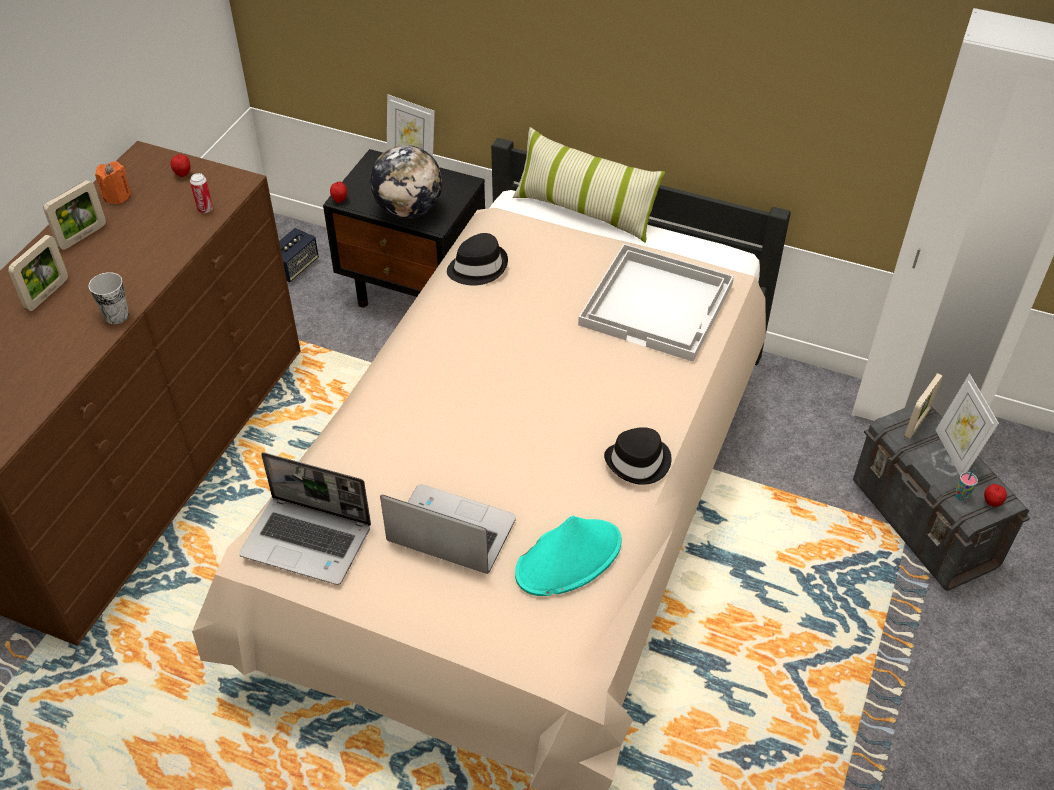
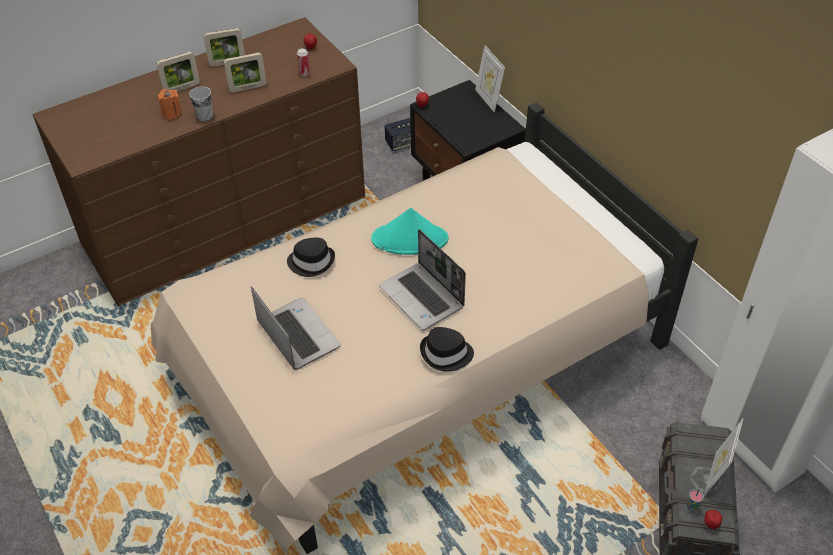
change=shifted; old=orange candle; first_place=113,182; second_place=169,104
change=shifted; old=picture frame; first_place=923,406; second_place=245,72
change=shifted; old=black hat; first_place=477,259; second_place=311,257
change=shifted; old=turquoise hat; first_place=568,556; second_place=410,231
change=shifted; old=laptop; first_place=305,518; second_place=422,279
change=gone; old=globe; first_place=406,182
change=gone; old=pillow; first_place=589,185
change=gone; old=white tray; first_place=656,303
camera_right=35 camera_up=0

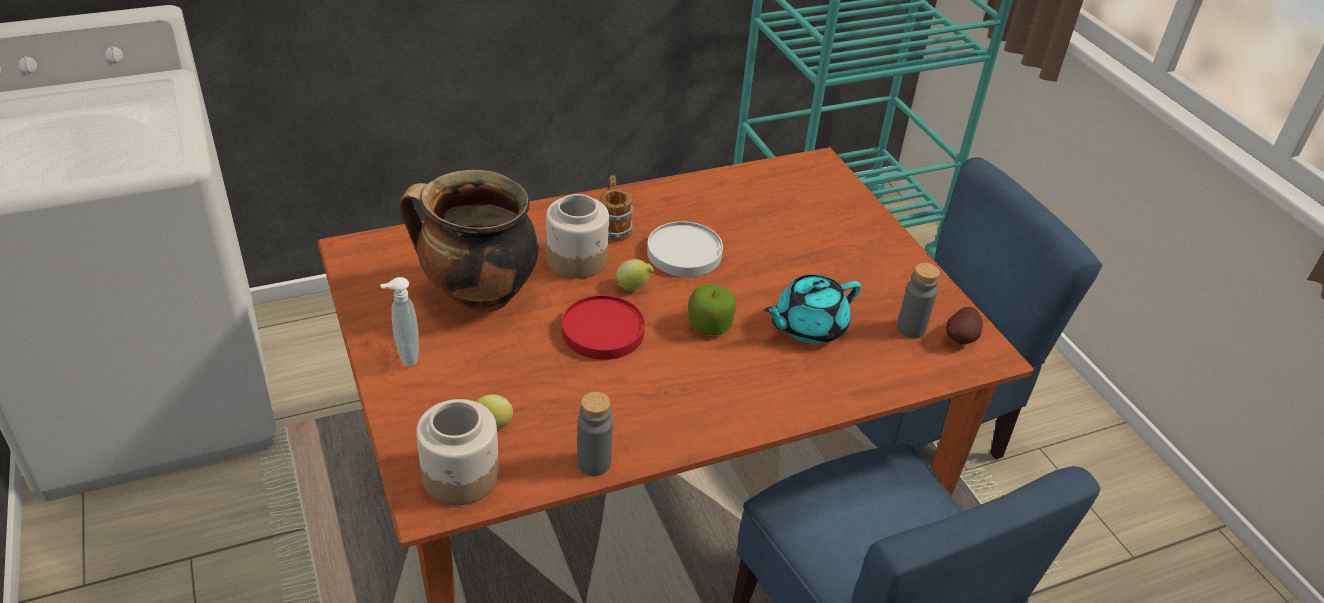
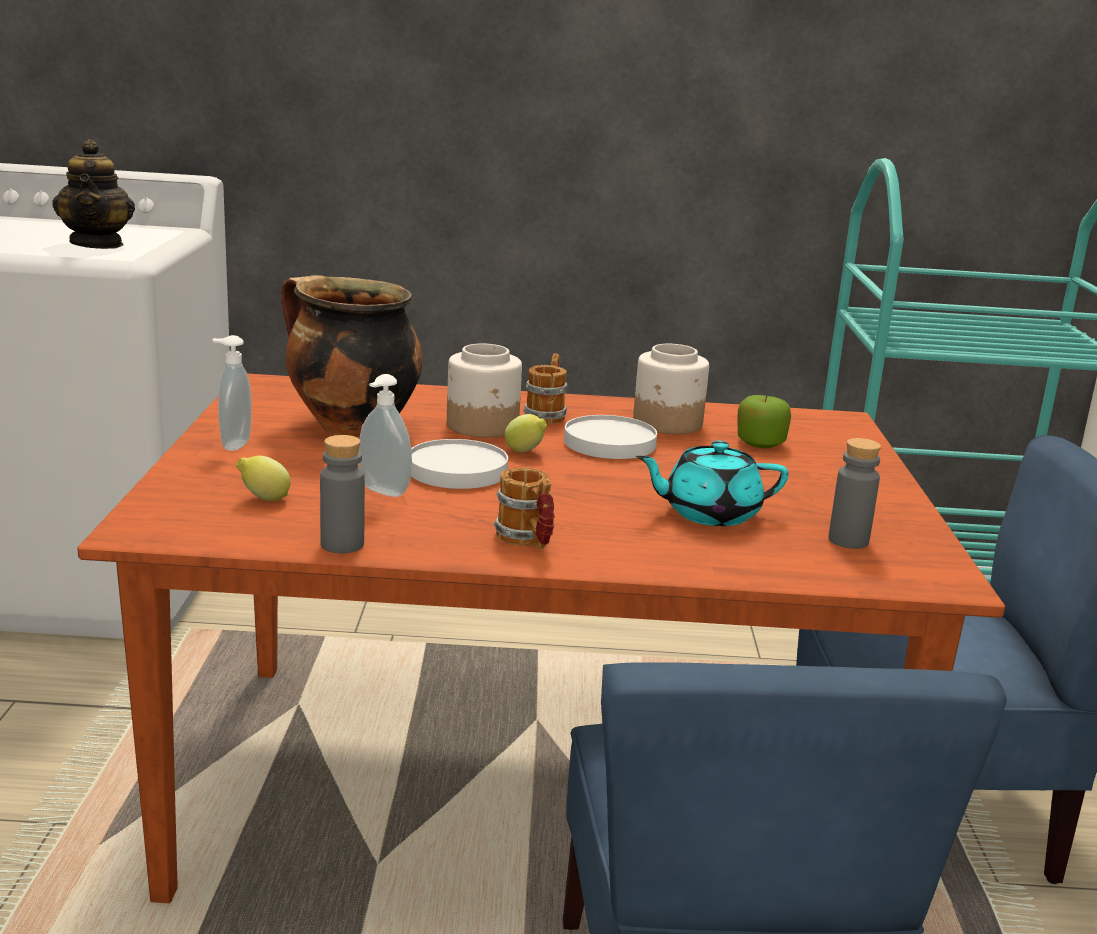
change=new; new=teapot; second_place=93,194
change=new; new=soap dispenser; second_place=385,435
change=repainted; old=red plate; new=white plate; first_place=603,327; second_place=459,464
change=new; new=mug; second_place=524,508
change=shifted; old=jar; first_place=457,452; second_place=671,389
change=shifted; old=apple; first_place=712,309; second_place=764,422
change=gone; old=potato; first_place=964,325
camera_right=25 camera_up=-20

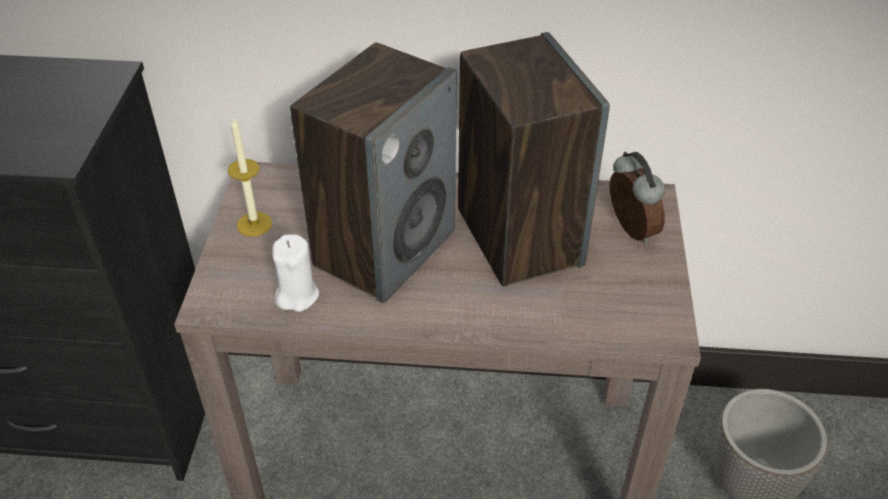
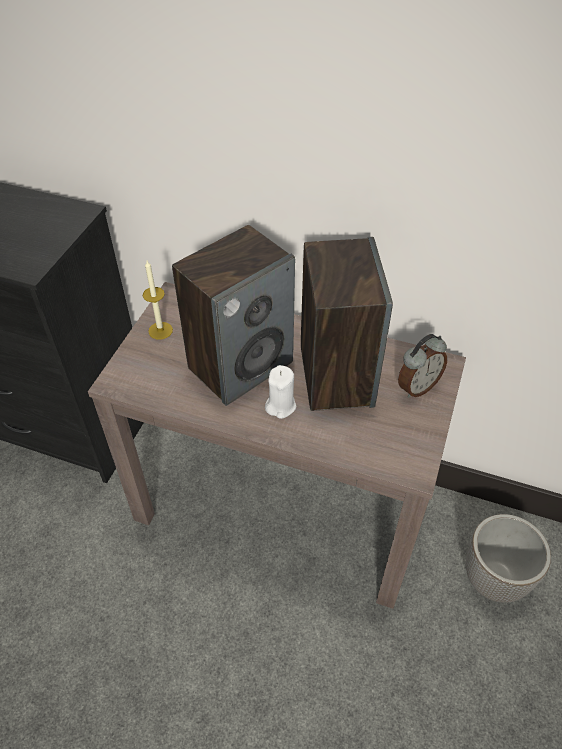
change=shifted; old=white candle; first_place=296,273; second_place=280,392
change=rotated; old=alarm clock; first_place=637,198; second_place=422,366; degrees=60
camera_right=15 camera_up=5

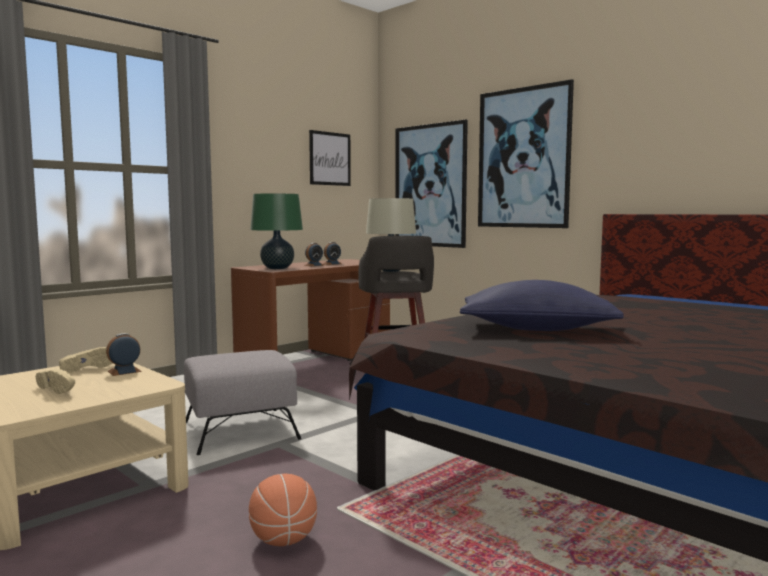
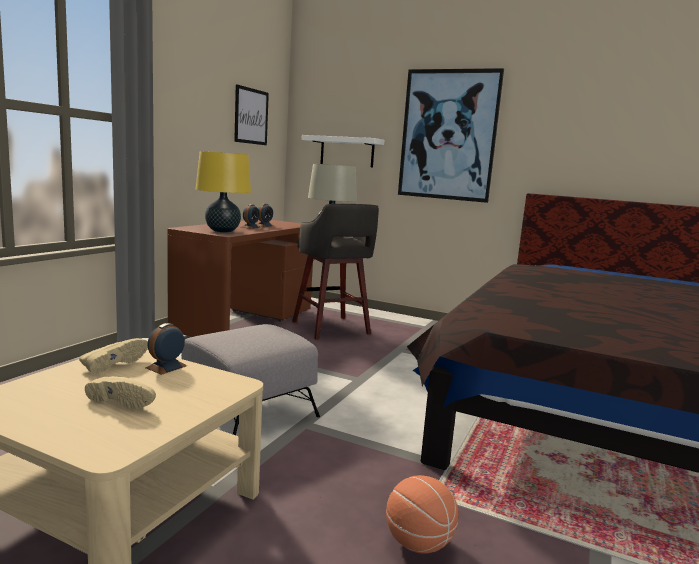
change=repainted; old=green table lamp; new=yellow table lamp; first_place=276,231; second_place=223,192
change=swapped; old=picture; new=white shelf; first_place=431,183; second_place=342,151
change=gone; old=blue pillow; first_place=542,305
camera_right=-20 camera_up=5

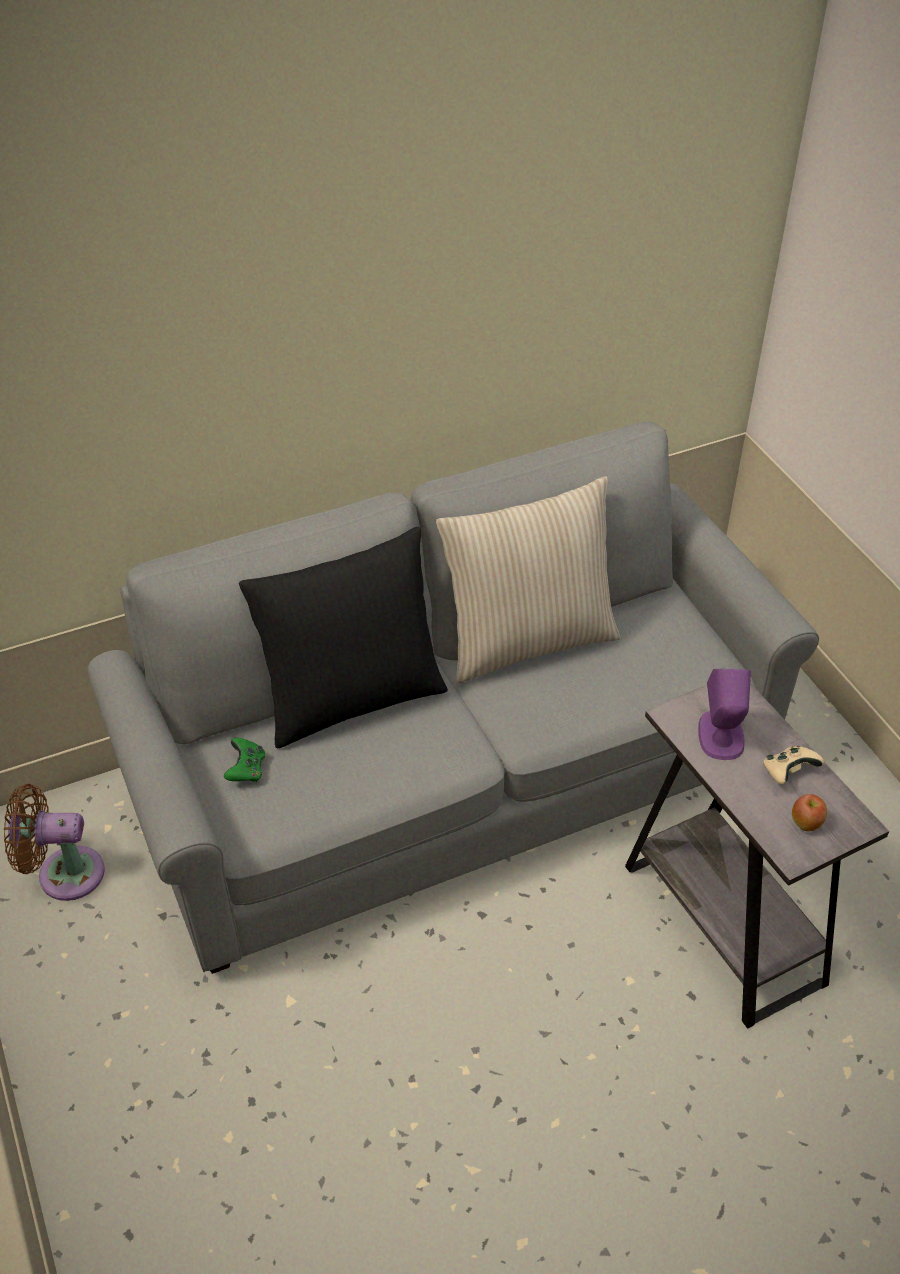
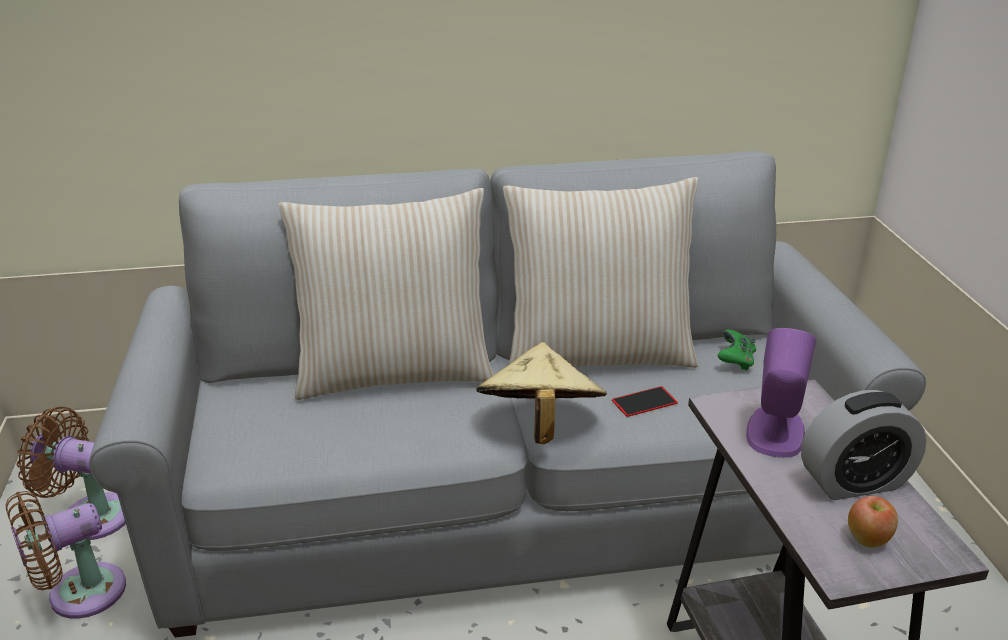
change=new; new=brown fan; second_place=66,555
change=repainted; old=black pillow; new=beige pillow; first_place=343,638; second_place=386,294
change=new; new=beige hat; second_place=541,393
change=new; new=phone; second_place=645,401
change=shifted; old=green game controller; first_place=244,760; second_place=737,350
change=swapped; old=beige game controller; new=alarm clock; first_place=793,765; second_place=864,445
camera_right=15 camera_up=-15

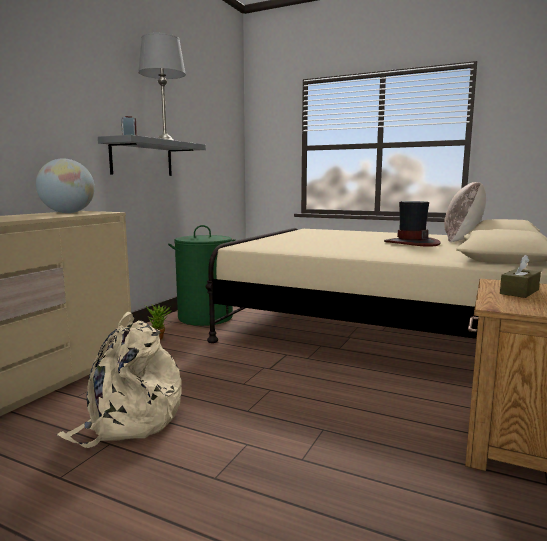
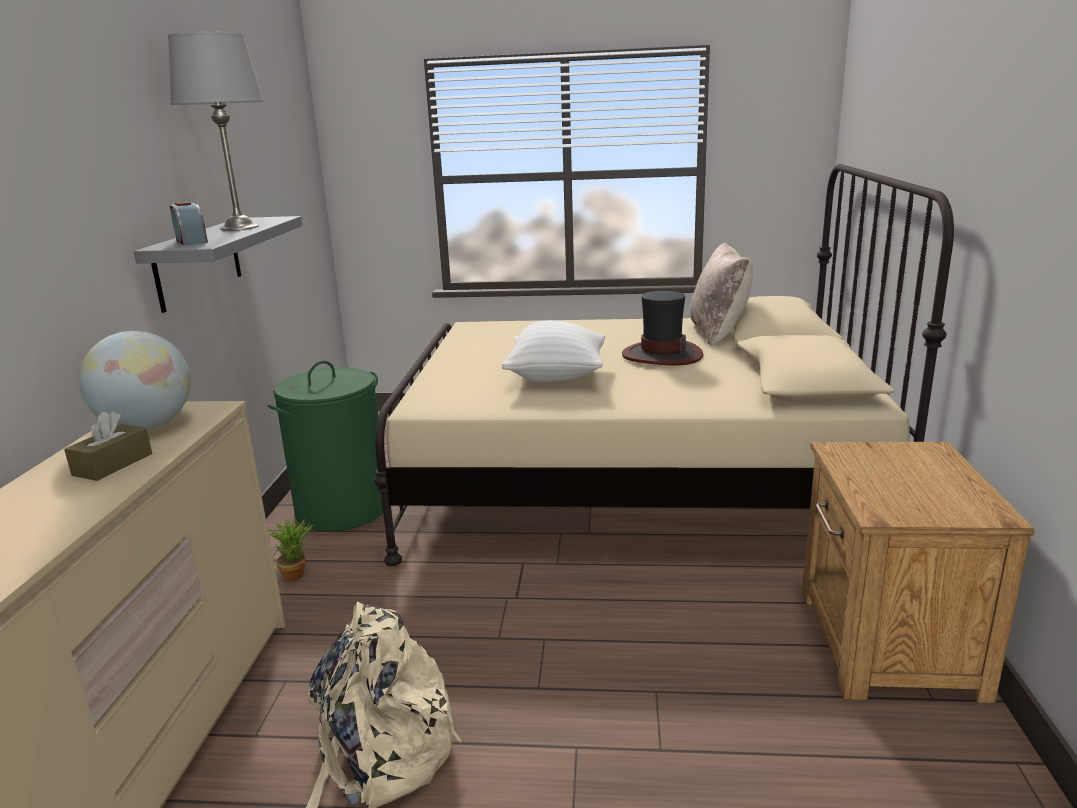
change=shifted; old=brown tissue box; first_place=520,276; second_place=108,446
change=new; new=white pillow; second_place=553,351
camera_right=-20 camera_up=10

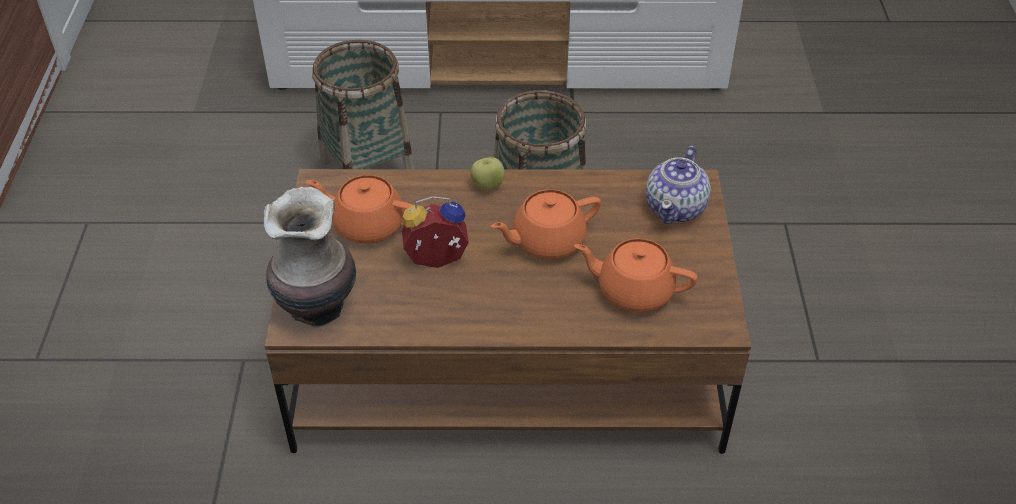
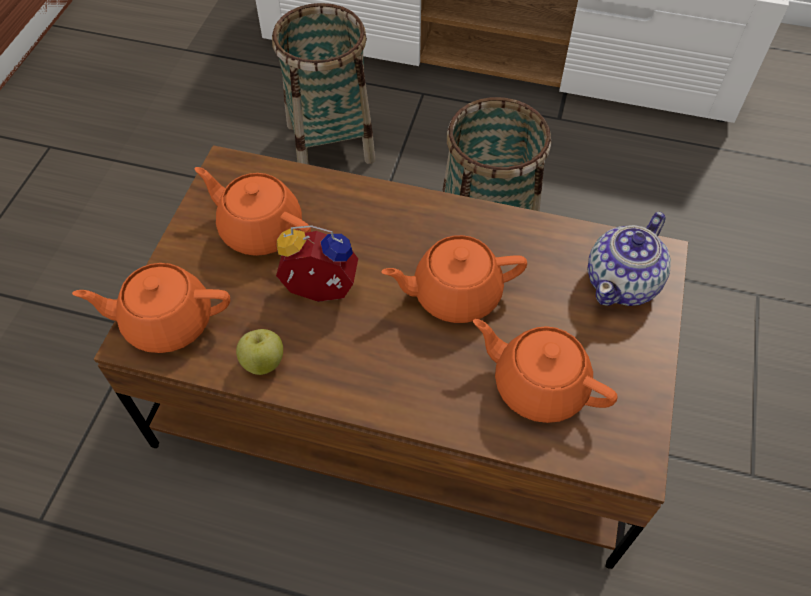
change=swapped; old=vase; new=orange teapot; first_place=309,257; second_place=151,308
change=shifted; old=apple; first_place=488,174; second_place=259,352
camera_right=15 camera_up=10

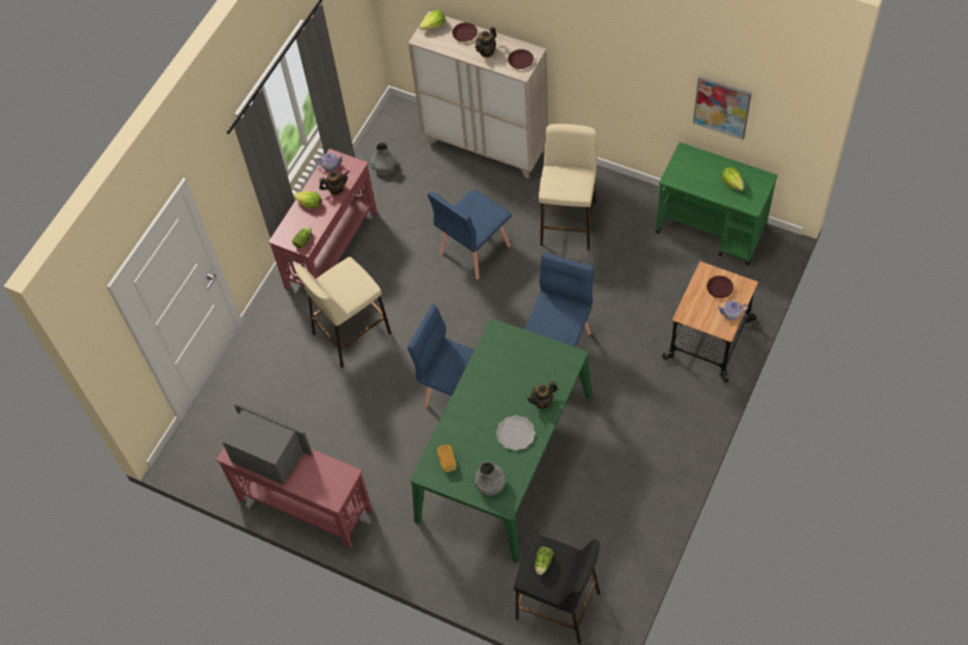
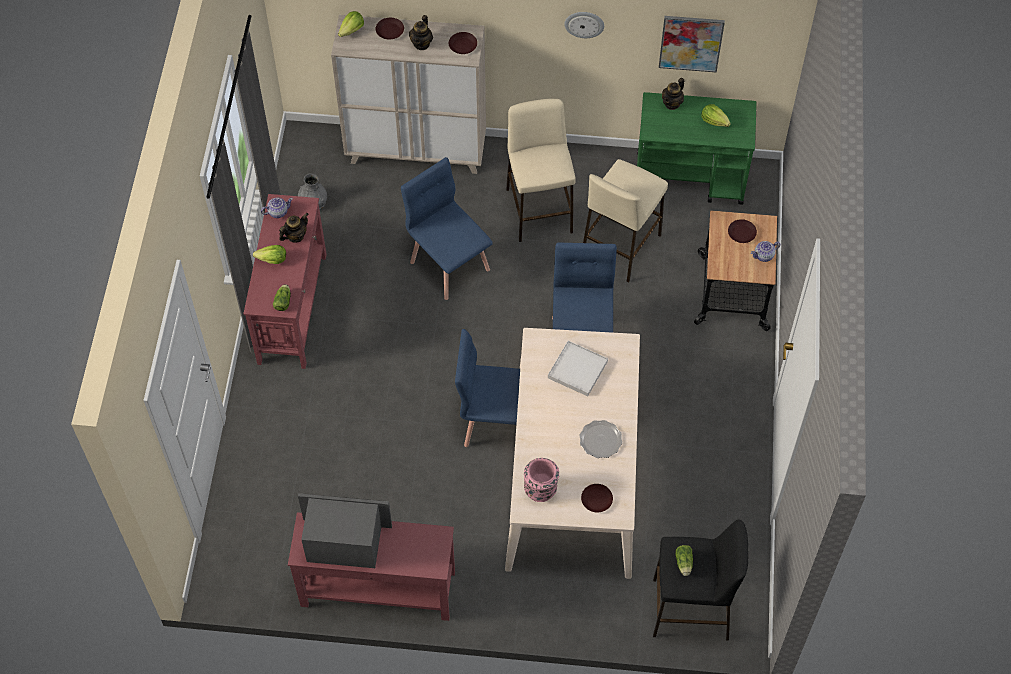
change=rotated; old=blue chair; first_place=469,234; second_place=447,228; degrees=120
change=repainted; old=green dining table; new=beige dining table; first_place=501,440; second_place=572,453
change=swapped; old=bread; new=pink vase; first_place=446,458; second_place=541,480
change=new; new=white tray; second_place=578,368
change=new; new=wall clock; second_place=584,25
change=swapped; old=grey vase; new=brown plate; first_place=490,478; second_place=597,498
change=shifted; old=beige stool; first_place=343,312; second_place=625,220
change=shifted; old=teapot; first_place=542,395; second_place=673,94
camera_right=-25 camera_up=0

